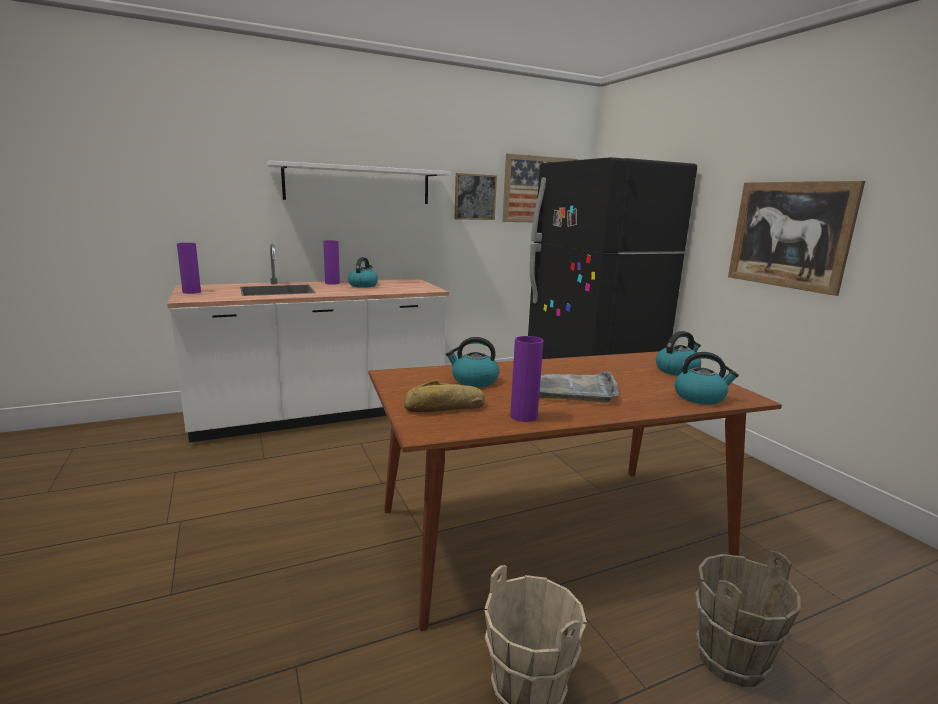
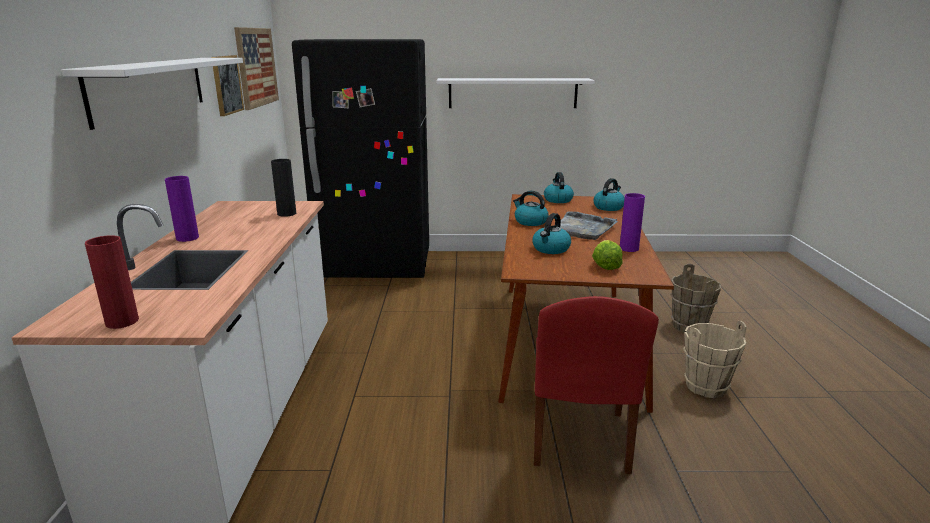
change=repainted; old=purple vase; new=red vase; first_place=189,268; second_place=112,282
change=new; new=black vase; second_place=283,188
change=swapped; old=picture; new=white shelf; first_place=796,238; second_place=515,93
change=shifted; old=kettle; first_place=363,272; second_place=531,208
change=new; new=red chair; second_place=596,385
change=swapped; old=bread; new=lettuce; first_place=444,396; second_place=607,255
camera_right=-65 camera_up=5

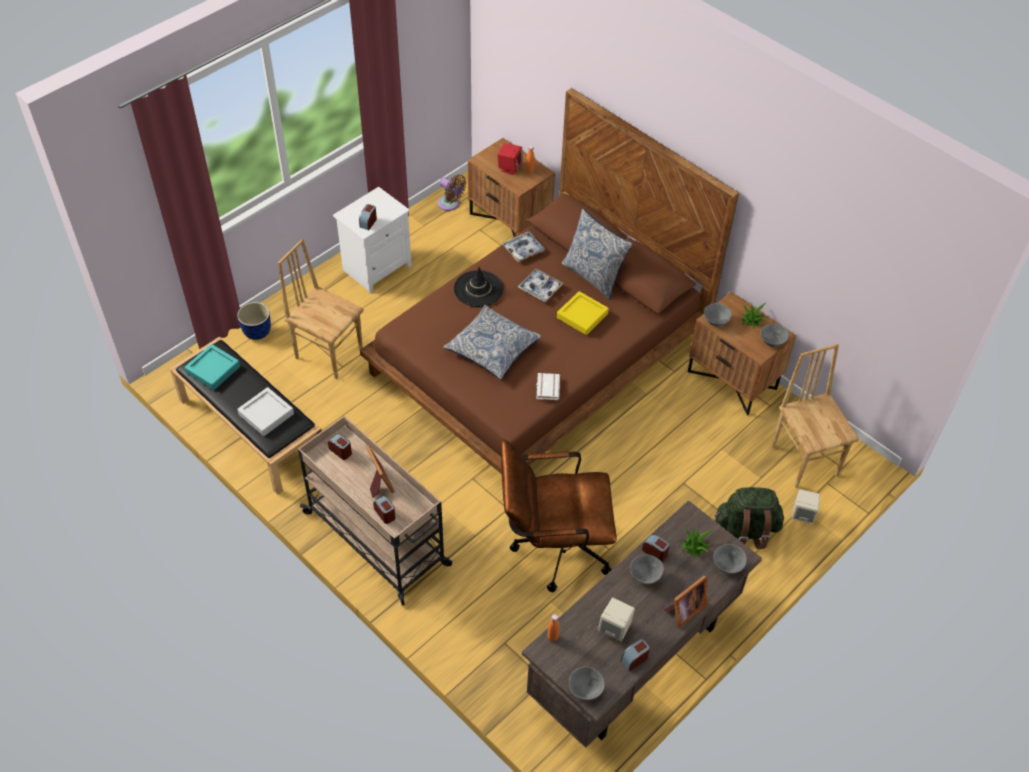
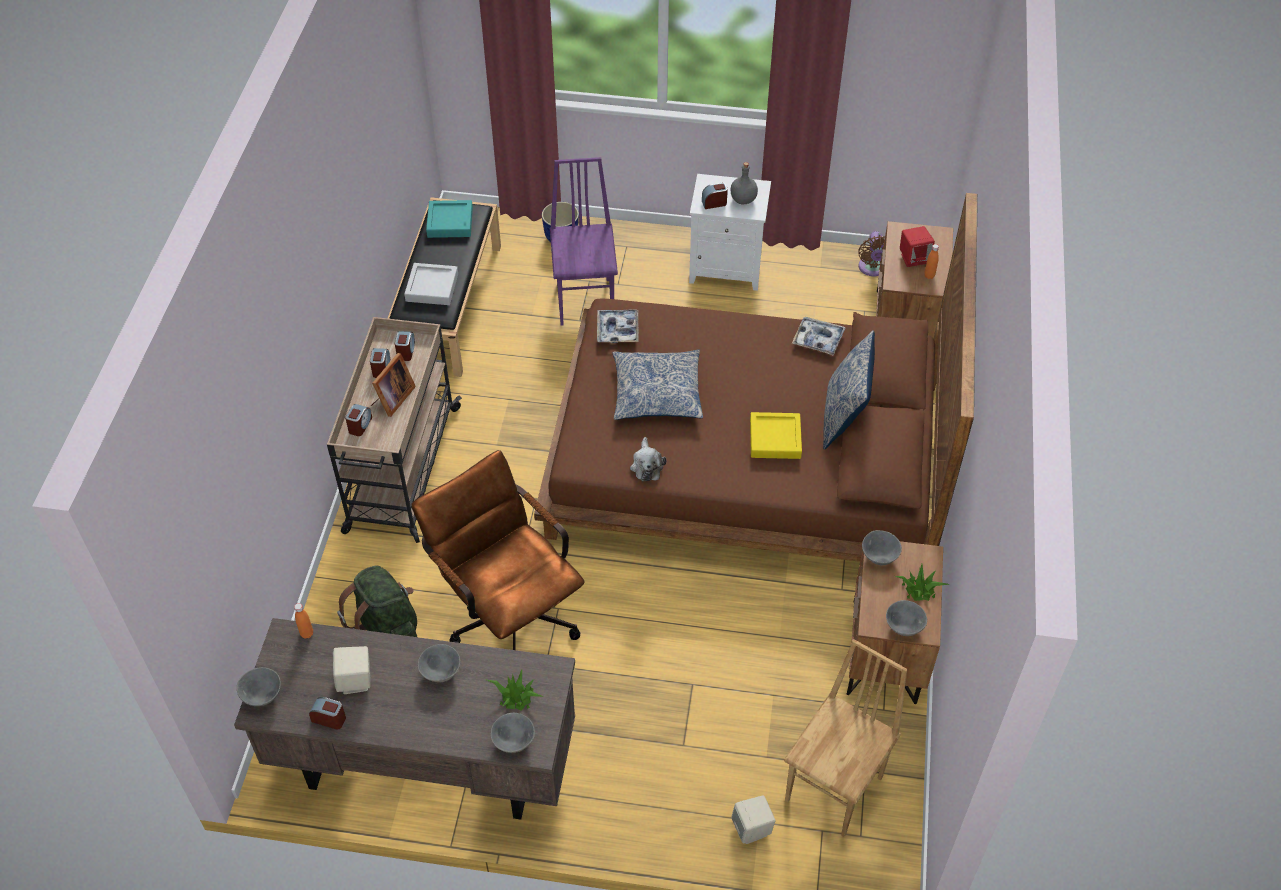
change=shifted; old=green backpack; first_place=749,518; second_place=377,601
change=shifted; old=alarm clock; first_place=656,548; second_place=380,363
change=repainted; old=brown chair; new=purple chair; first_place=321,309; second_place=584,241
change=shifted; old=tray; first_place=541,285; second_place=617,326
change=swapped; old=white book; new=plush toy; first_place=548,386; second_place=648,459
change=new; new=grey bottle; second_place=744,183
change=gone; old=black hat; first_place=479,287
change=gone; old=picture frame; first_place=686,601
camera_right=55 camera_up=0

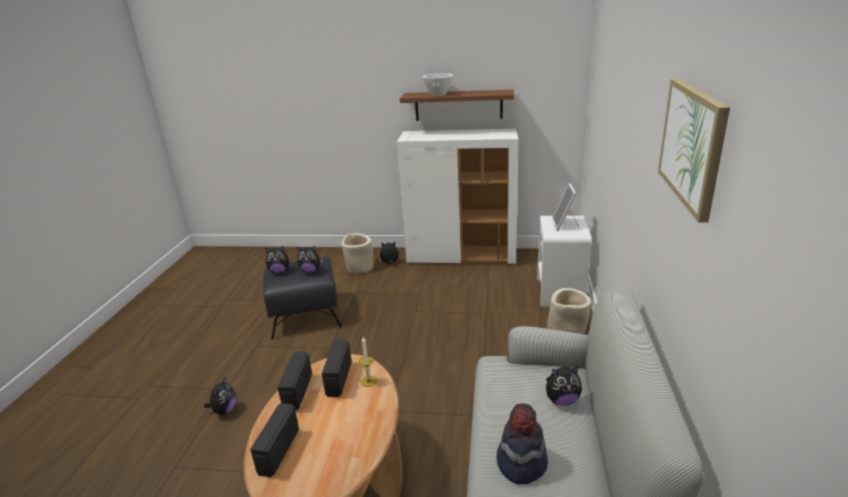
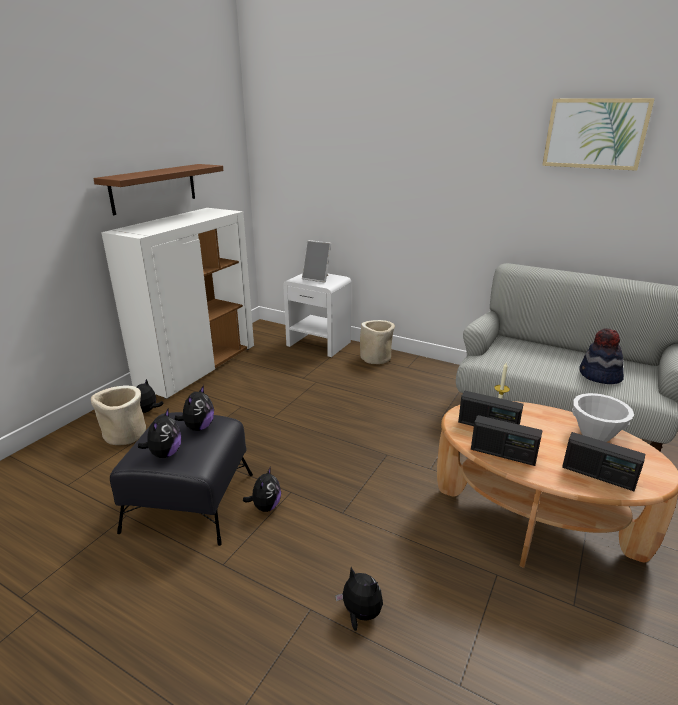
change=shifted; old=plush toy; first_place=564,385; second_place=262,489
change=shifted; old=white bowl; first_place=437,84; second_place=603,417
camera_right=-70 camera_up=0

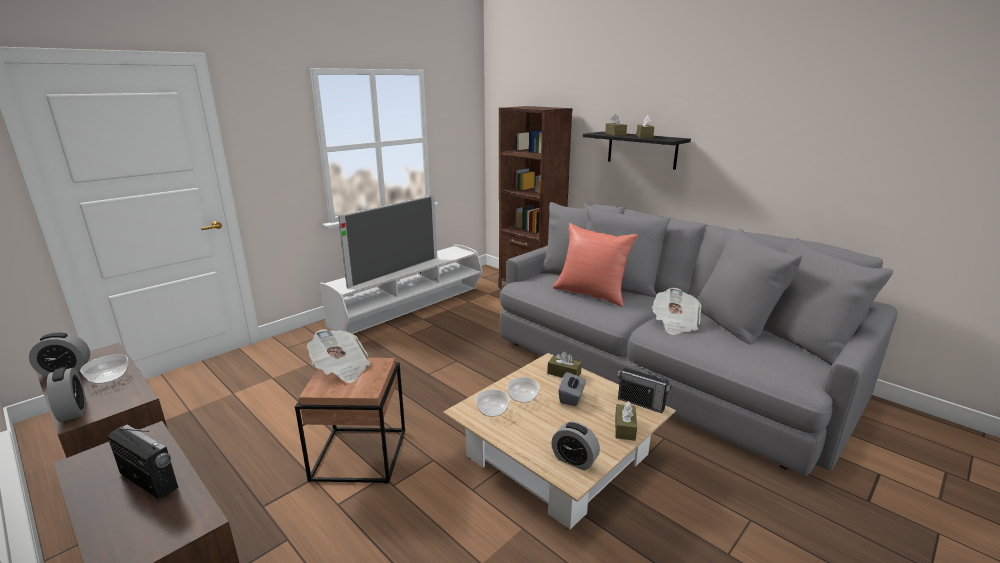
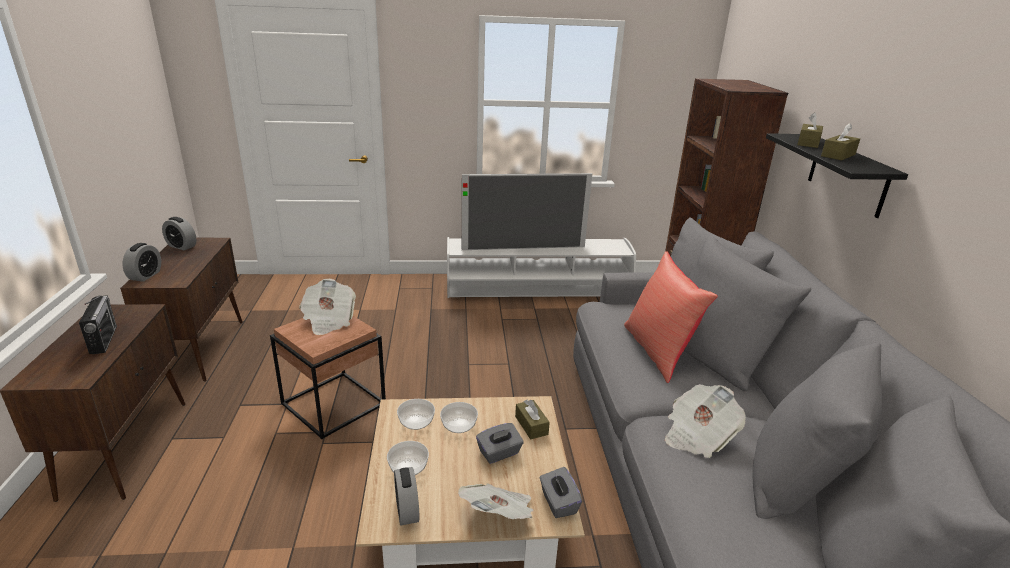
change=shifted; old=bowl; first_place=104,369; second_place=408,458
change=swapped; old=brown tissue box; new=newspaper; first_place=626,421; second_place=496,501
change=swapped; old=radio; new=grey tissue box; first_place=644,386; second_place=560,492
camera_right=40 camera_up=5

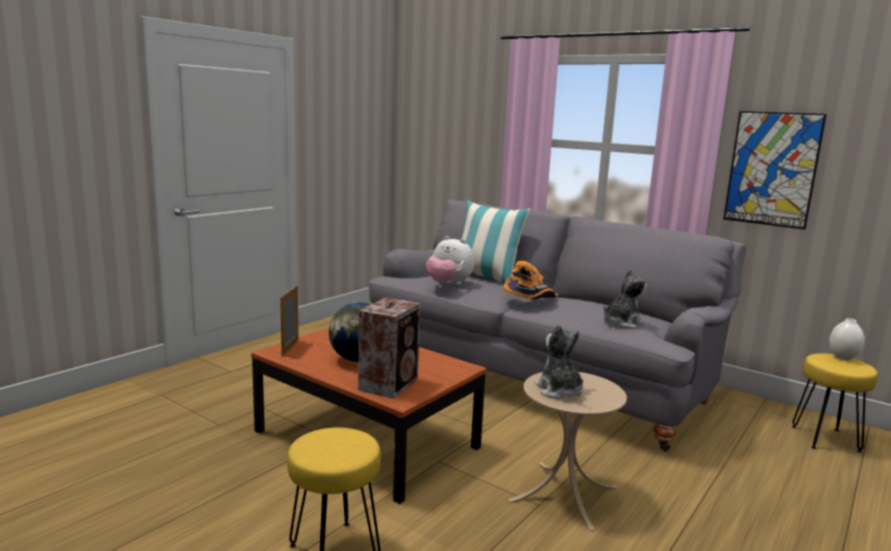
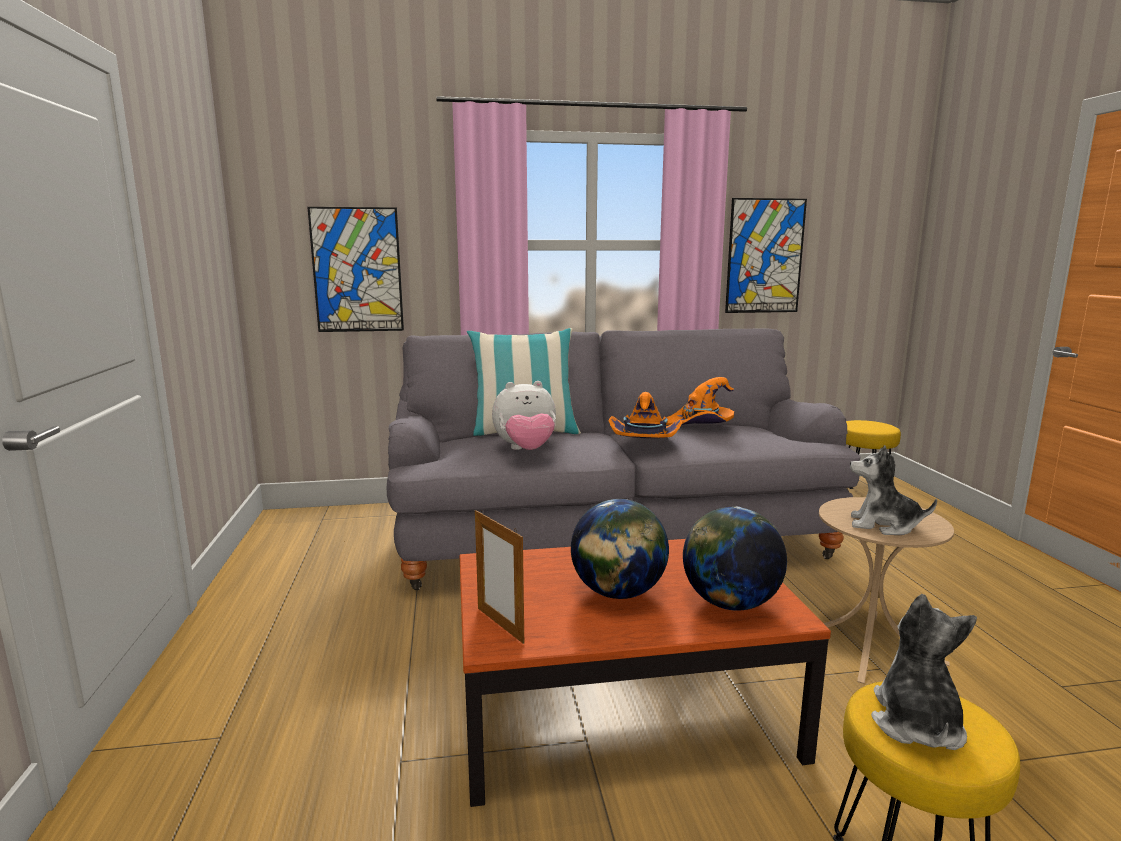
change=new; new=picture; second_place=355,269
change=new; new=orange hat; second_place=698,401
change=swapped; old=speaker; new=globe; first_place=389,348; second_place=735,558
change=shifted; old=plush toy; first_place=625,298; second_place=924,672
change=gone; old=white vase; first_place=847,339
camera_right=-45 camera_up=0

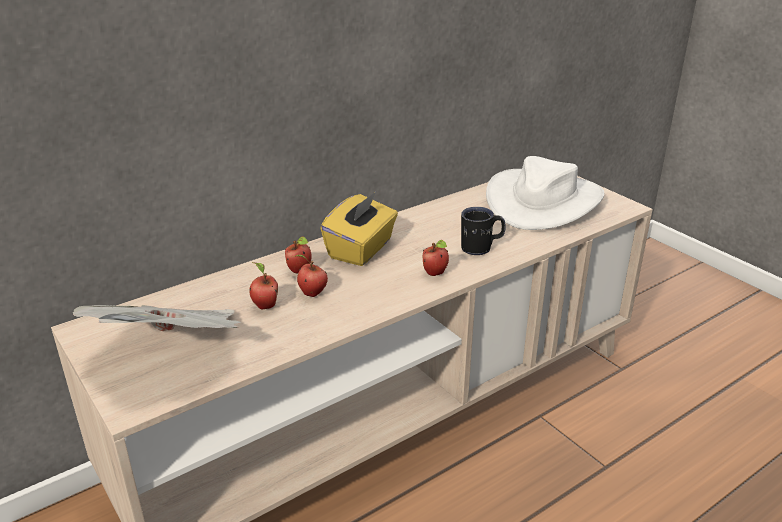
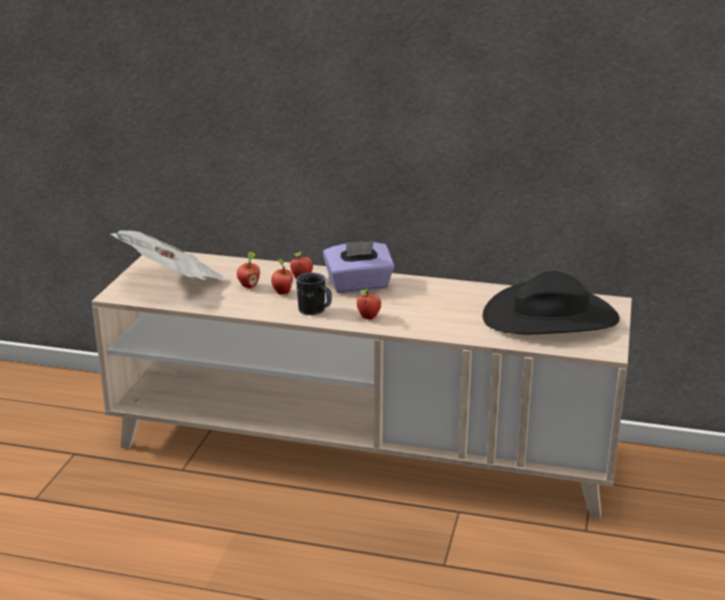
change=shifted; old=black mug; first_place=483,231; second_place=314,294
change=repainted; old=yellow tissue box; new=purple tissue box; first_place=359,229; second_place=359,267
change=repainted; old=white hat; new=black hat; first_place=545,193; second_place=551,302
camera_right=50 camera_up=-5

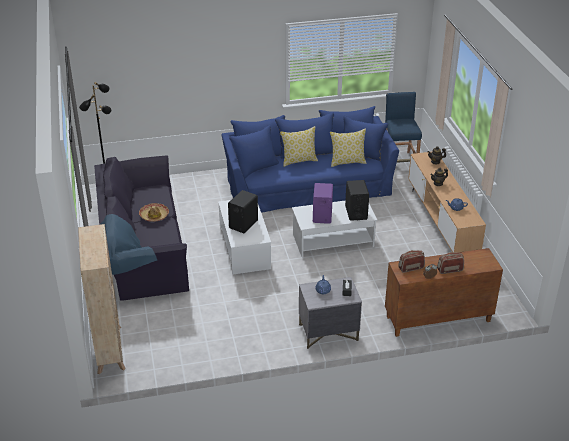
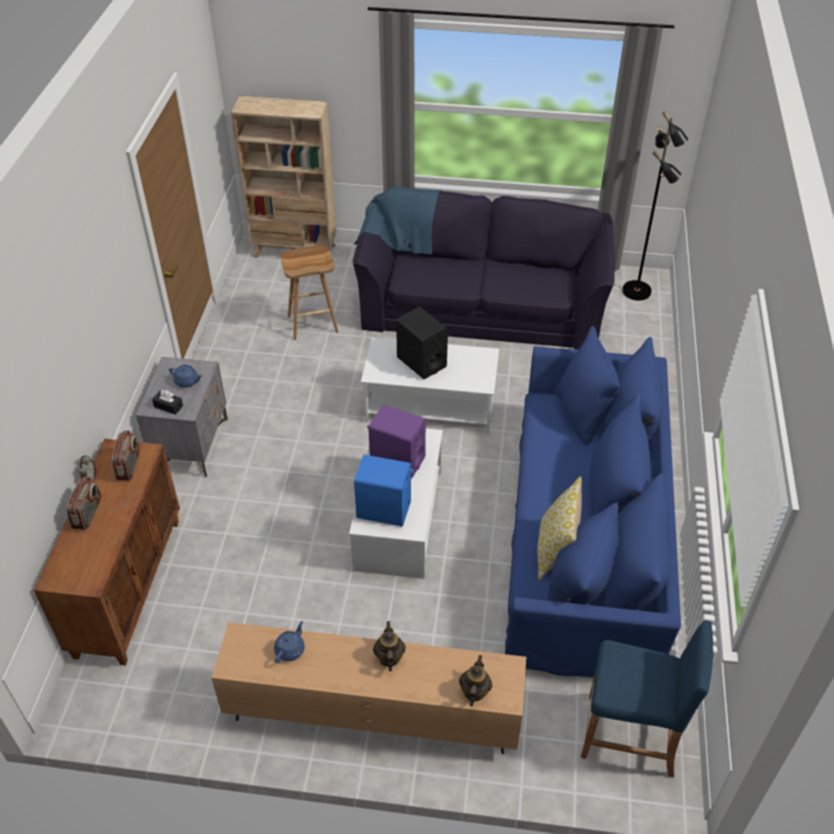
change=new; new=brown stool; second_place=309,293
change=repainted; old=black speaker; new=blue speaker; first_place=357,200; second_place=384,491
change=gone; old=hat; first_place=154,212
change=gone; old=pillow; first_place=299,146
camera_right=110 camera_up=10

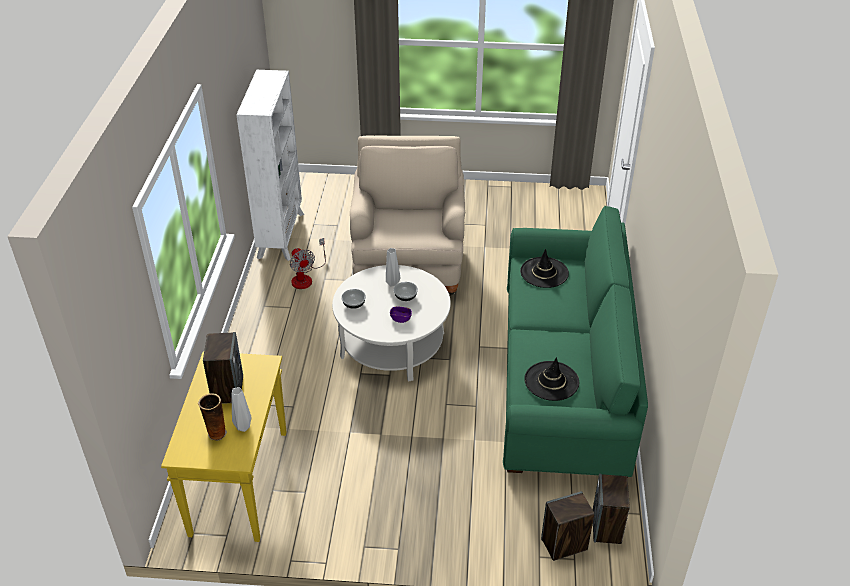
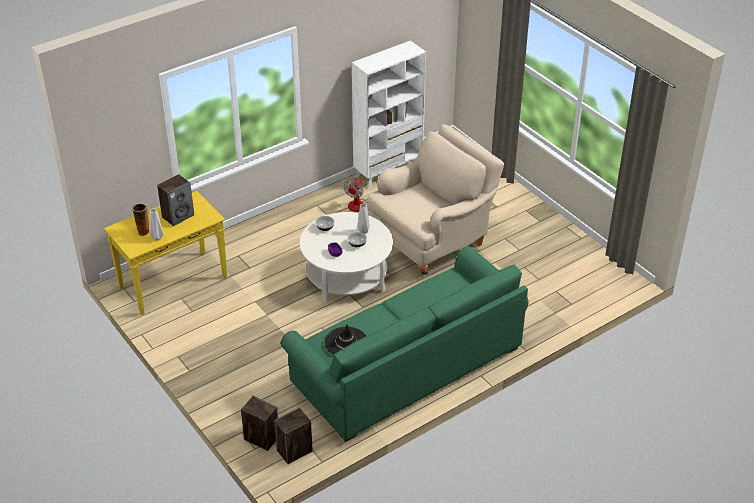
change=gone; old=black hat; first_place=544,268
camera_right=50 camera_up=0

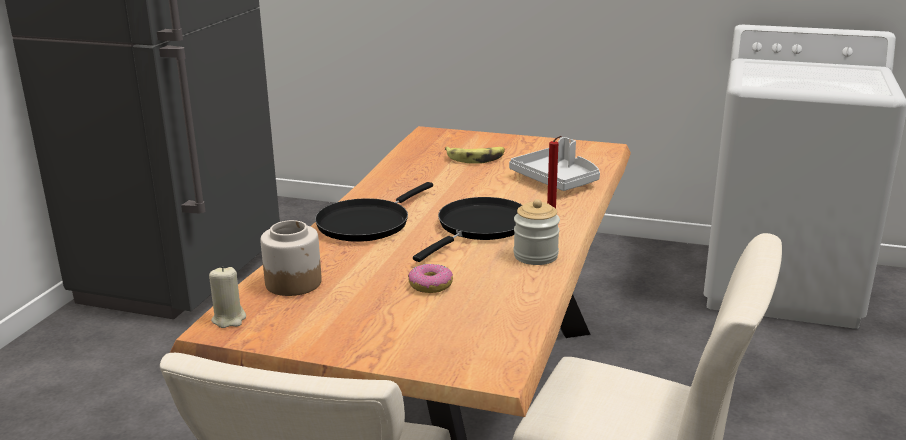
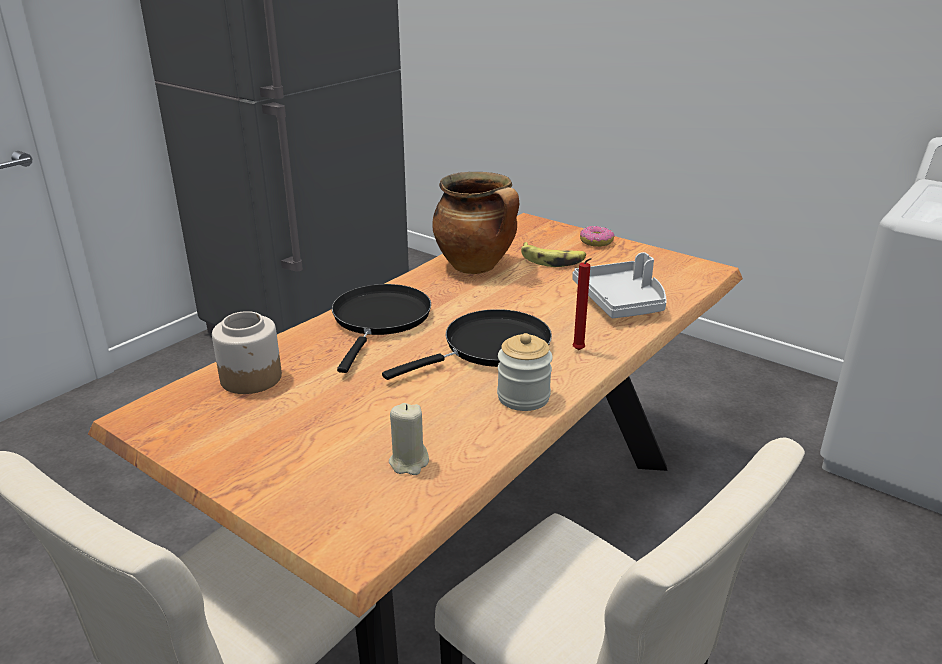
change=rotated; old=black frying pan; first_place=374,212; second_place=381,328; degrees=135
change=shifted; old=beige candle; first_place=227,297; second_place=409,439
change=new; new=cooking pot; second_place=475,223
change=shifted; old=donut; first_place=430,278; second_place=597,236
camera_right=20 camera_up=5

